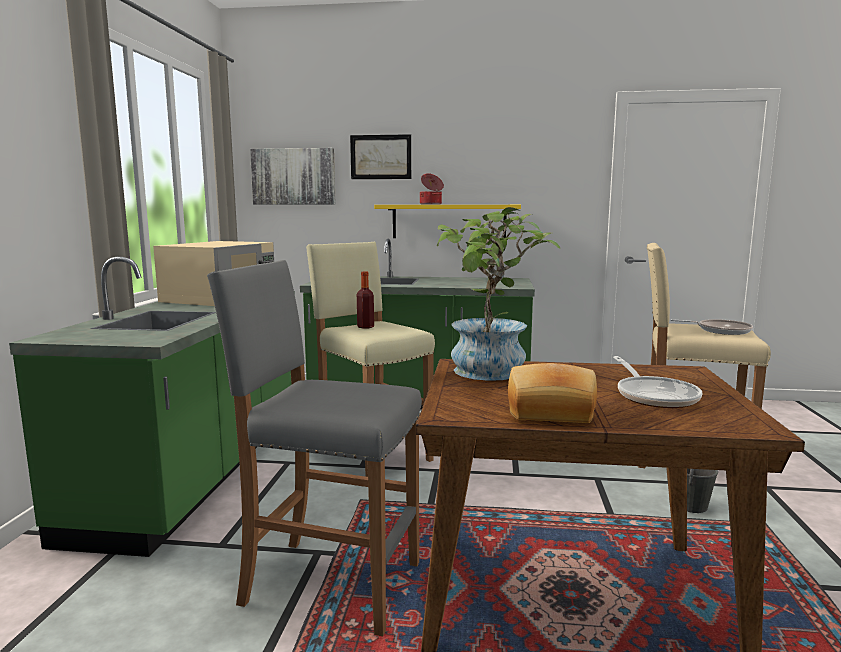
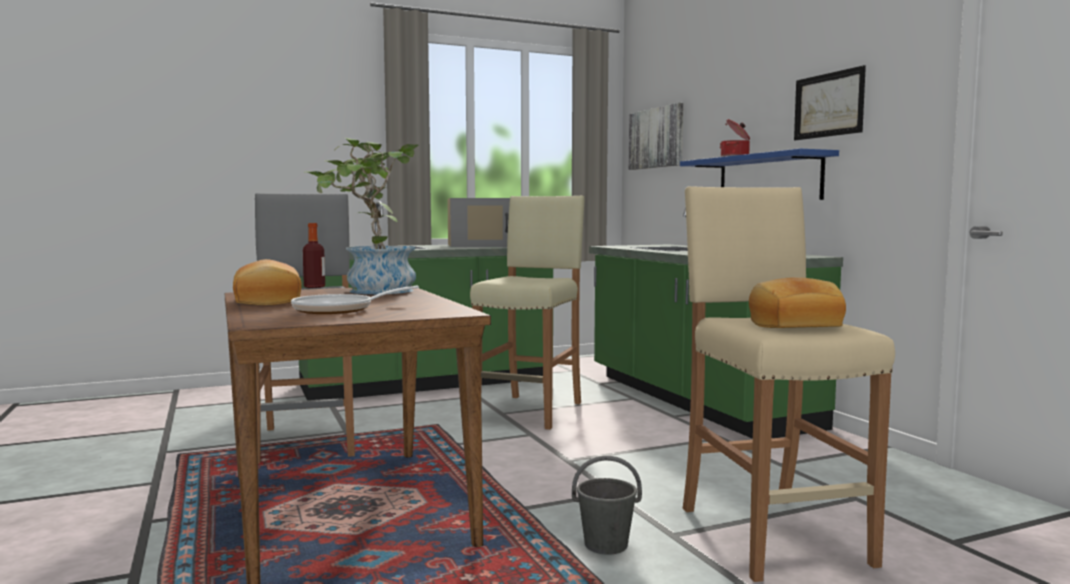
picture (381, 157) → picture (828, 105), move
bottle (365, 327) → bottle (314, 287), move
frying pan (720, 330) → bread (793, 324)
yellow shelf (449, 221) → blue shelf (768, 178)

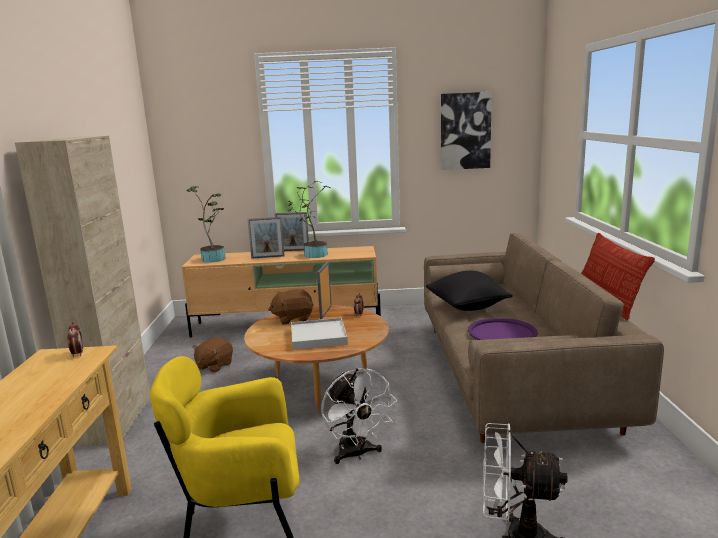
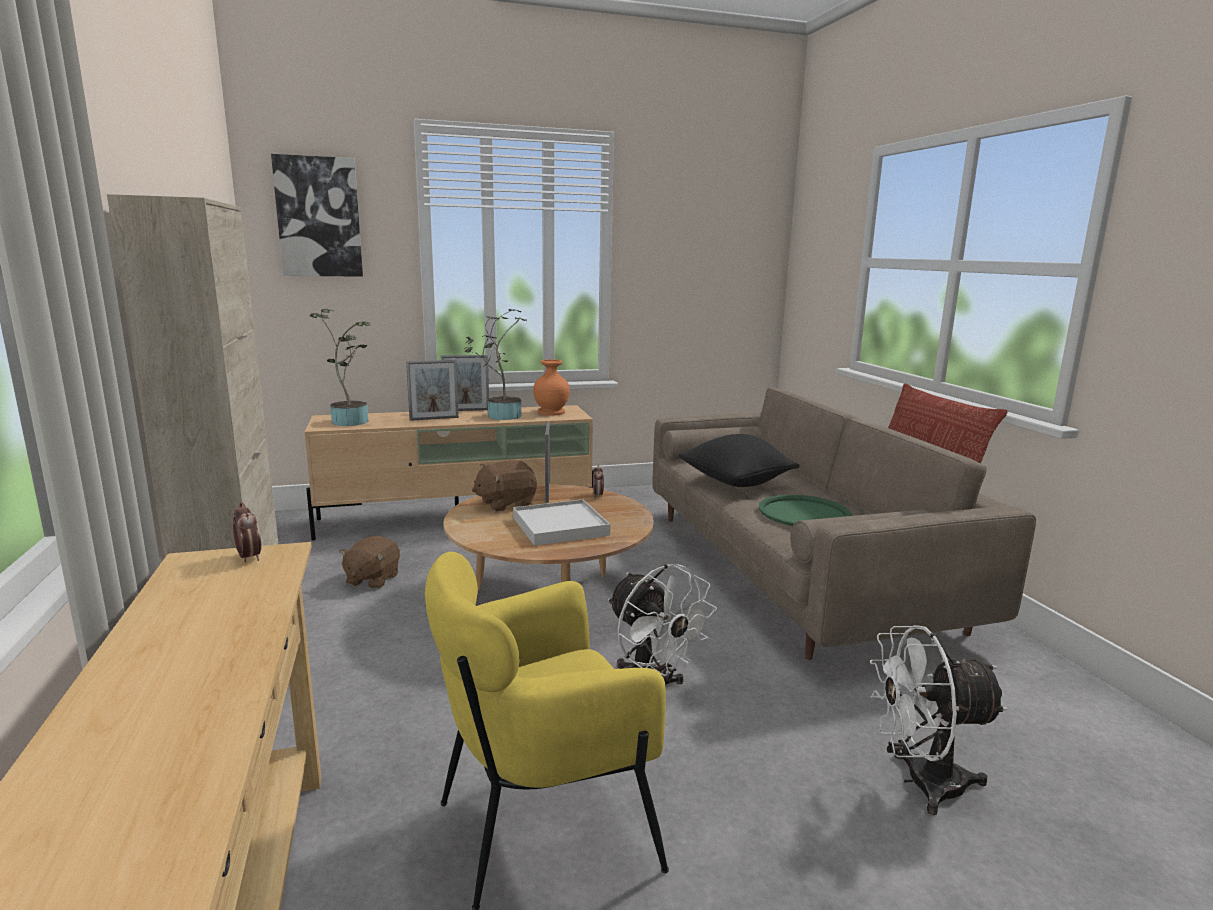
- → orange vase (551, 412)
picture (465, 131) → picture (319, 217), move
purple tray (502, 333) → green tray (803, 513)

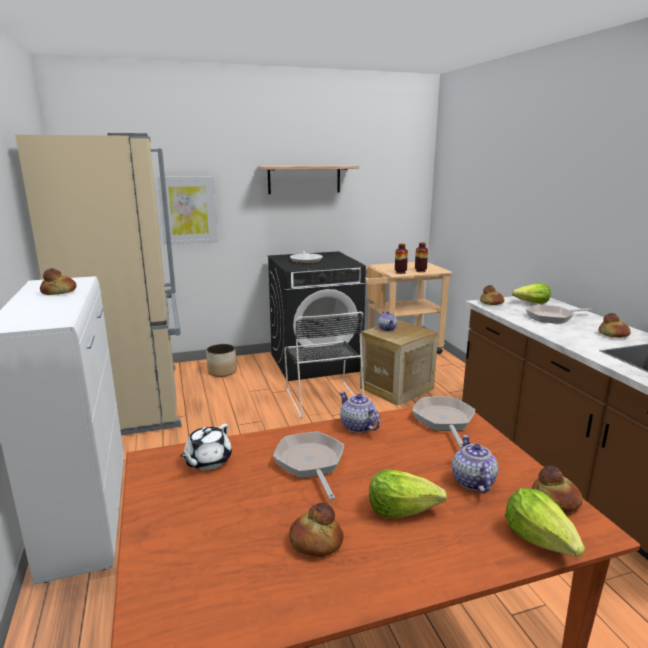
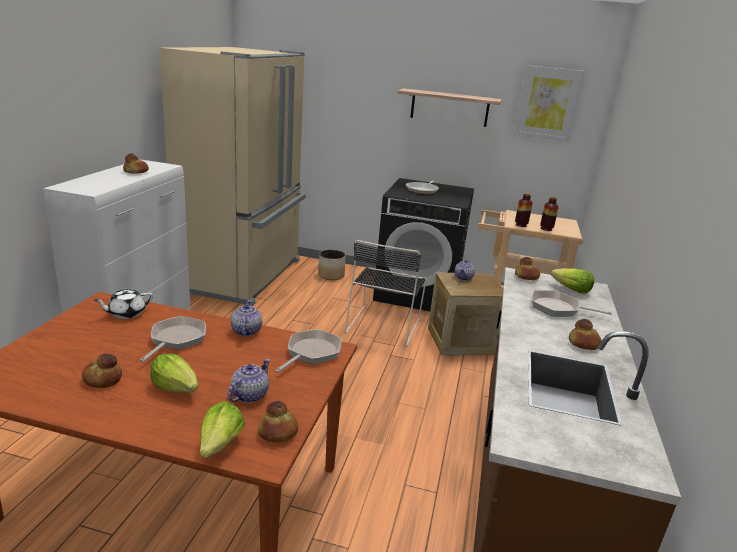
picture (188, 210) → picture (547, 103), move

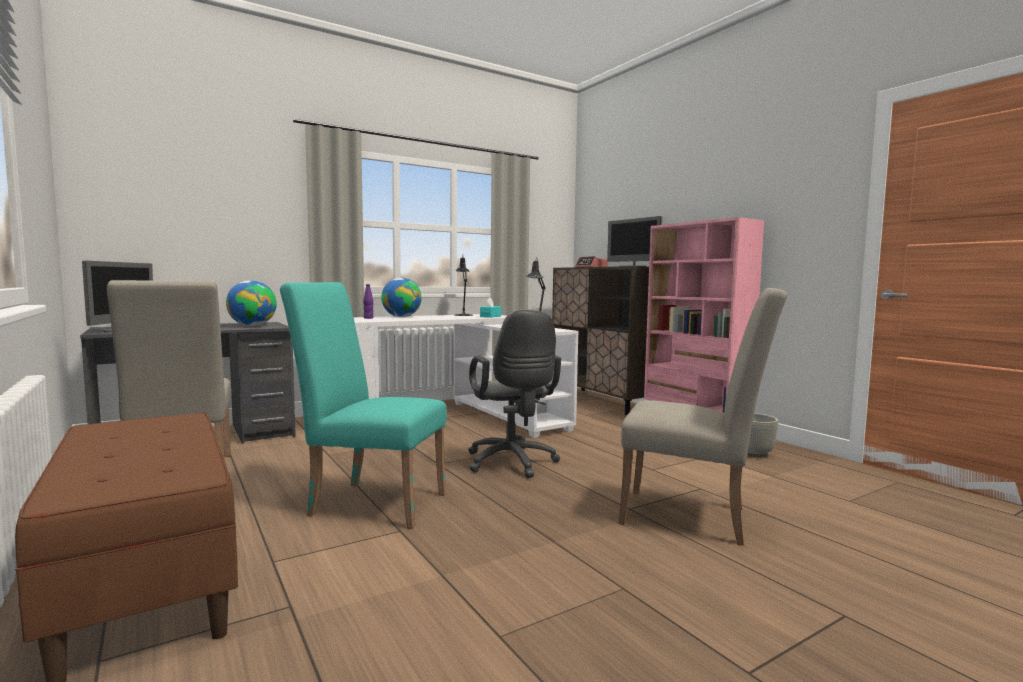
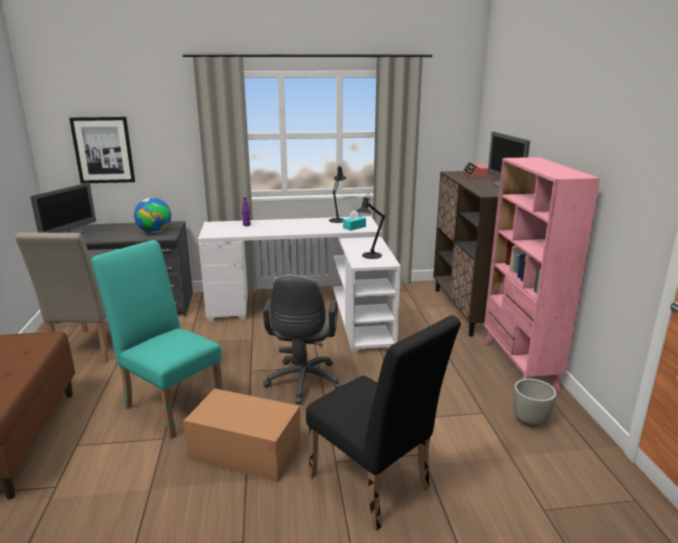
globe (401, 317) → -
- → picture (103, 150)
- → cardboard box (245, 451)
beige chair (695, 518) → black chair (374, 487)

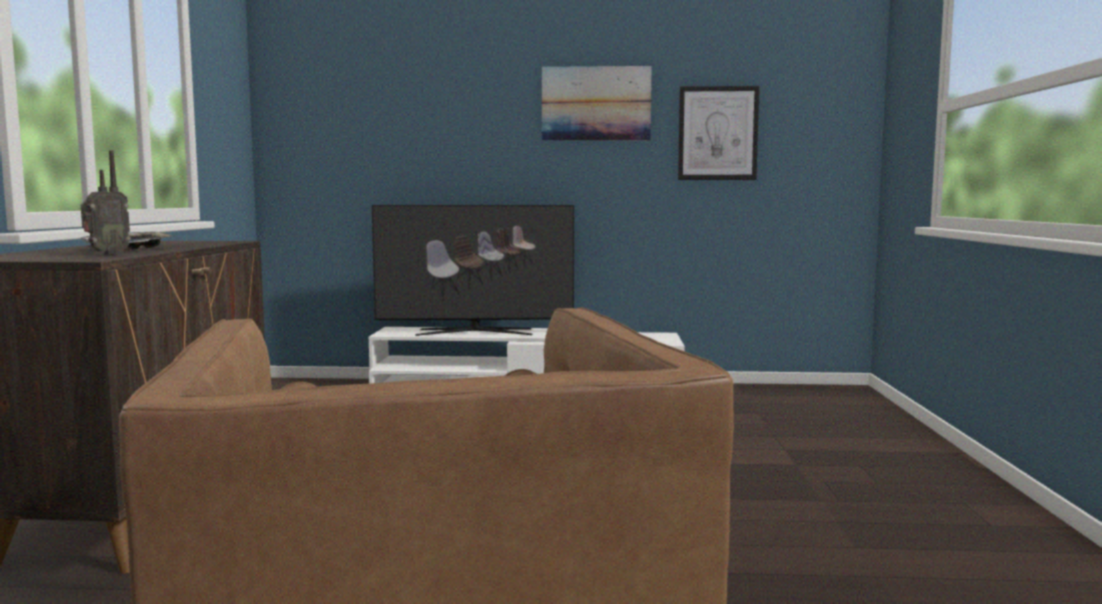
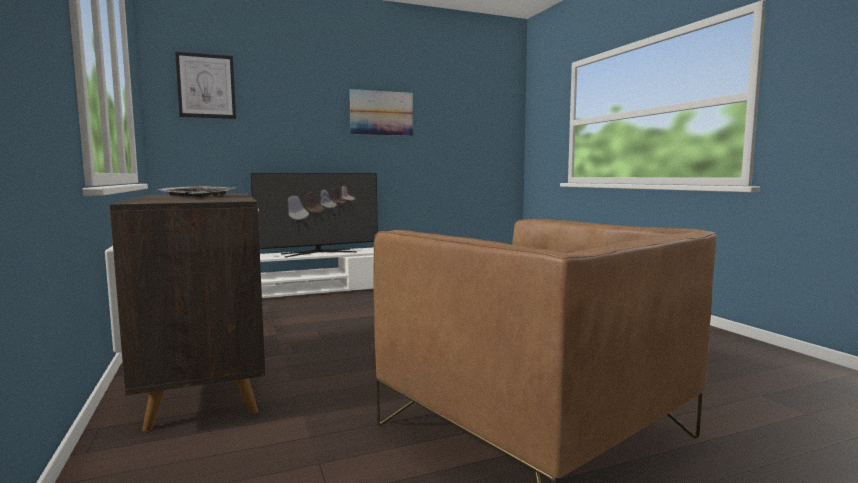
radio (106, 254) → -
picture (717, 133) → picture (206, 86), move

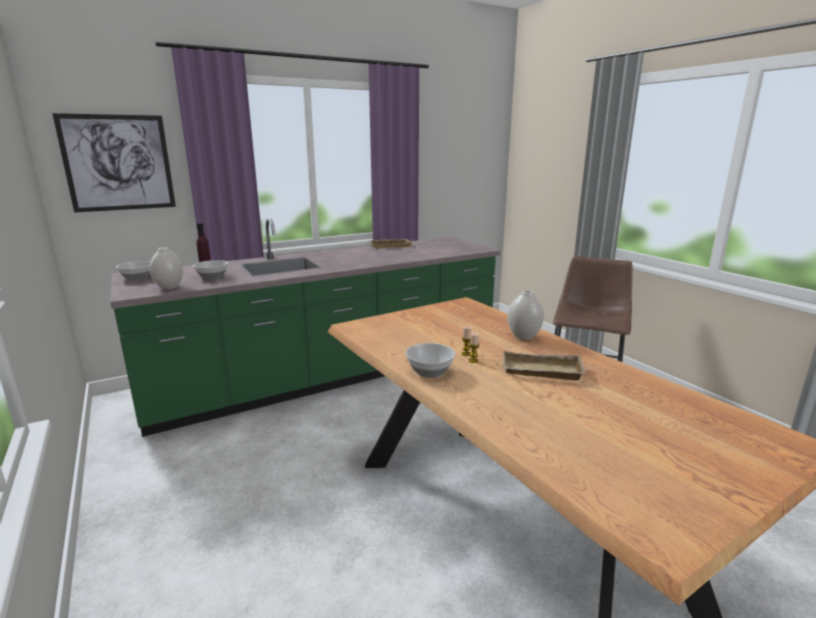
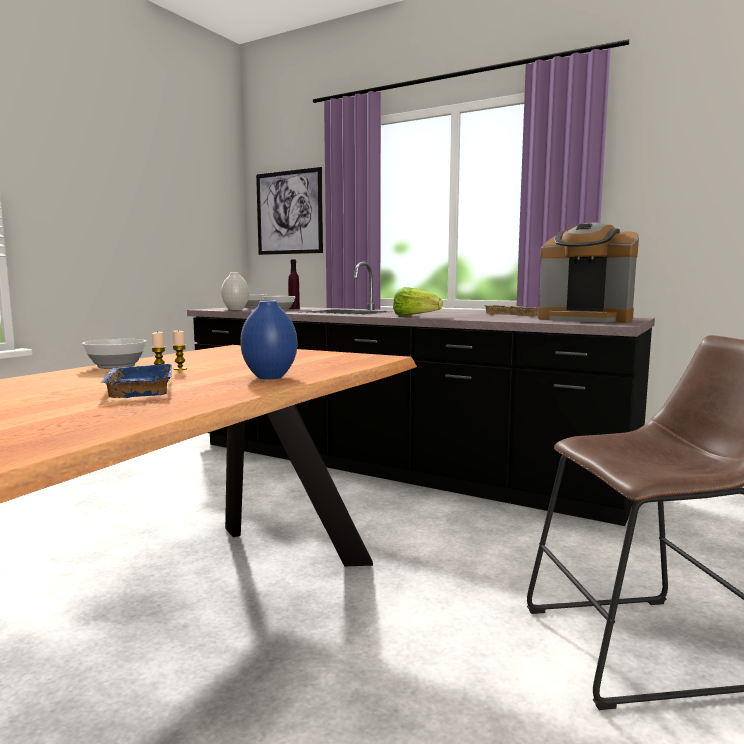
- → lettuce (415, 316)
- → coffee machine (585, 319)
green counter (331, 376) → black counter (393, 467)
beige tray (540, 372) → blue tray (136, 387)
white vase (523, 337) → blue vase (269, 377)

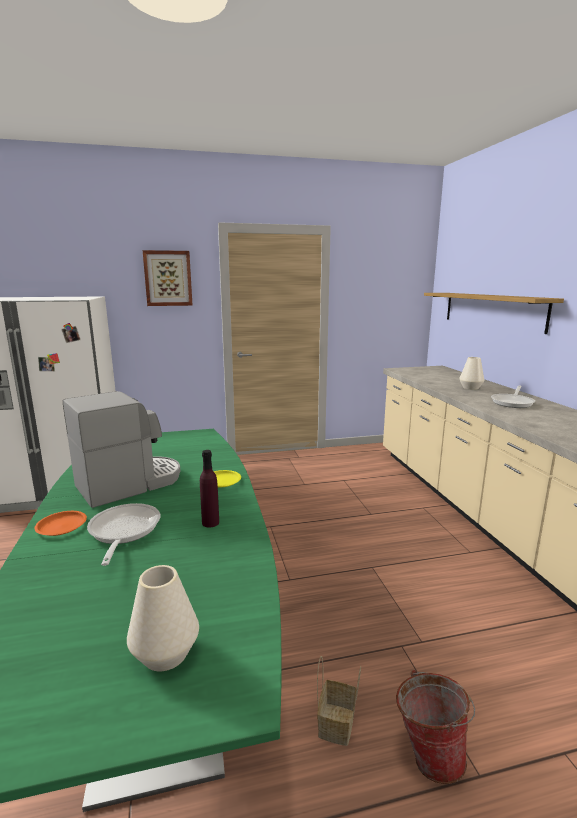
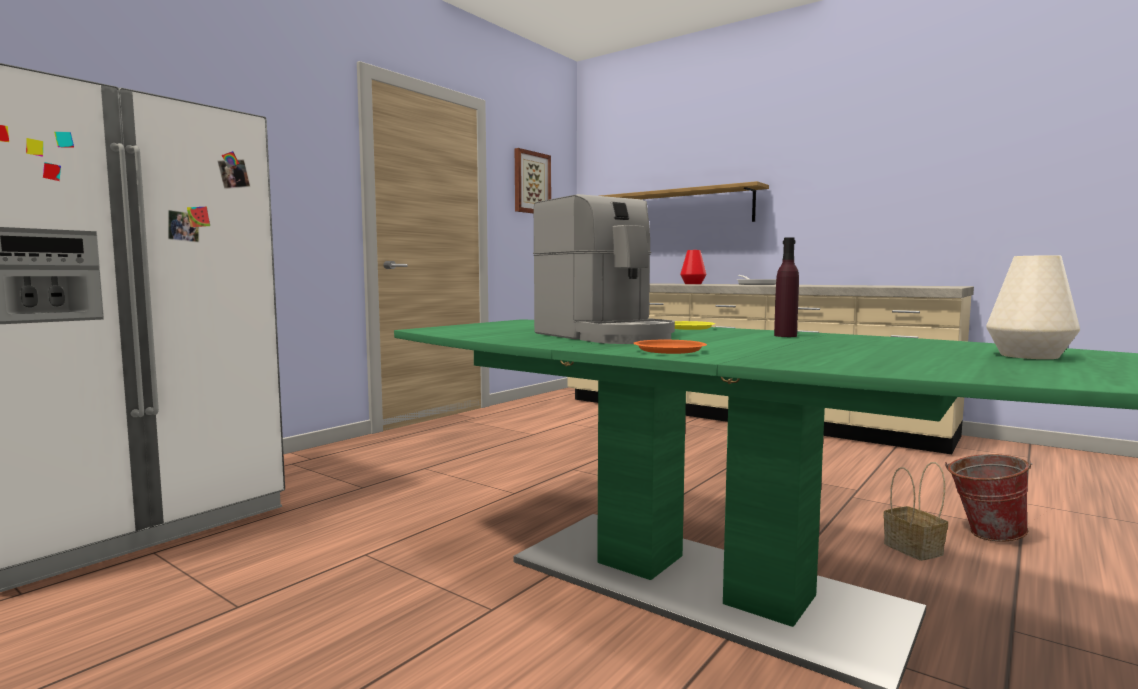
frying pan (123, 532) → -
picture (168, 278) → picture (531, 183), move
white vase (470, 388) → red vase (693, 284)
coffee machine (130, 483) → coffee machine (606, 336), 135 degrees clockwise

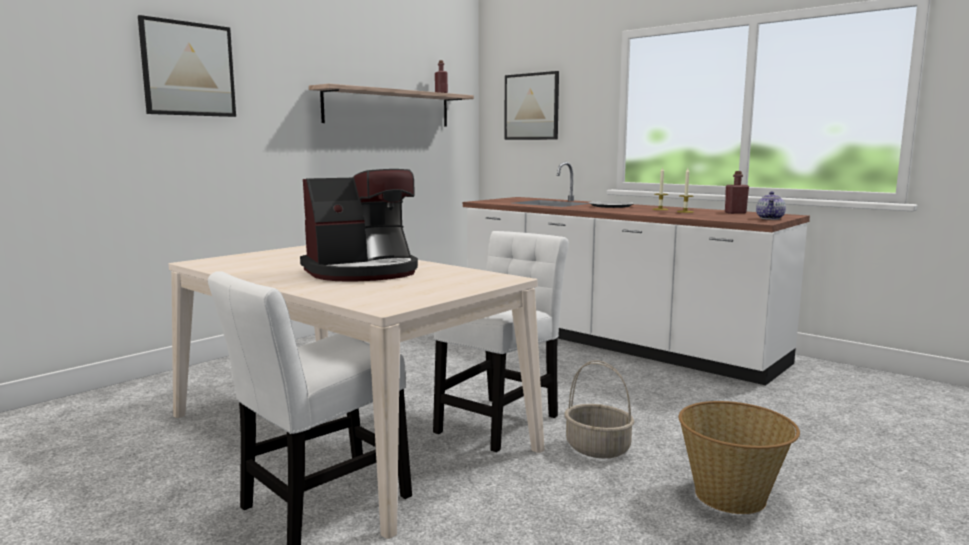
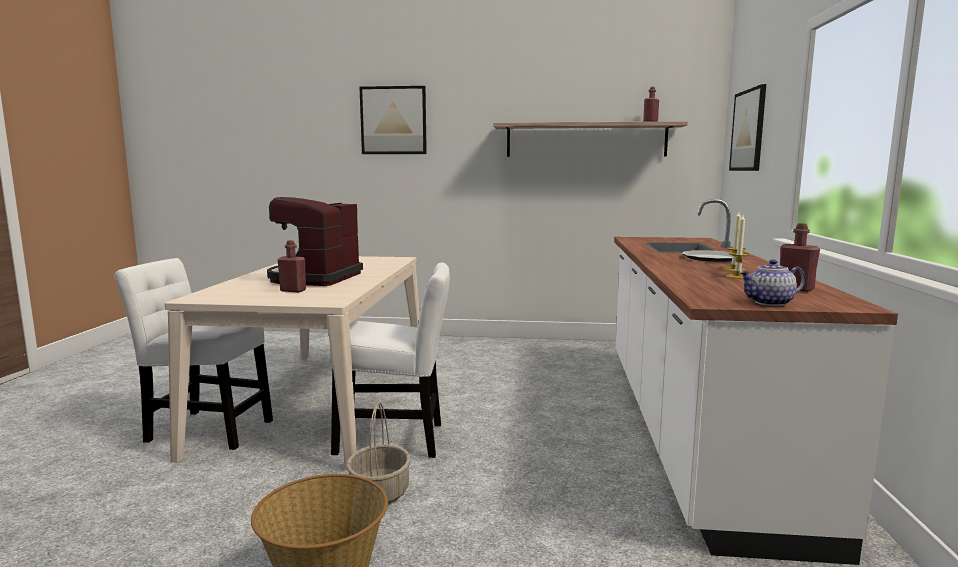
- → red bottle (293, 290)
coffee machine (362, 272) → coffee machine (314, 278), 75 degrees clockwise

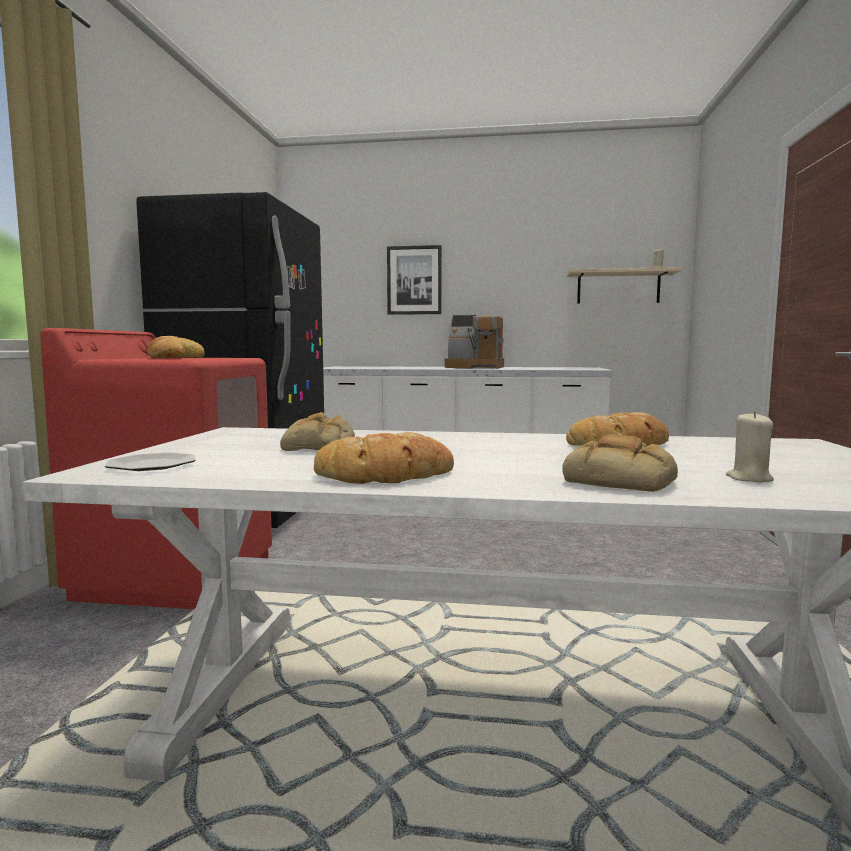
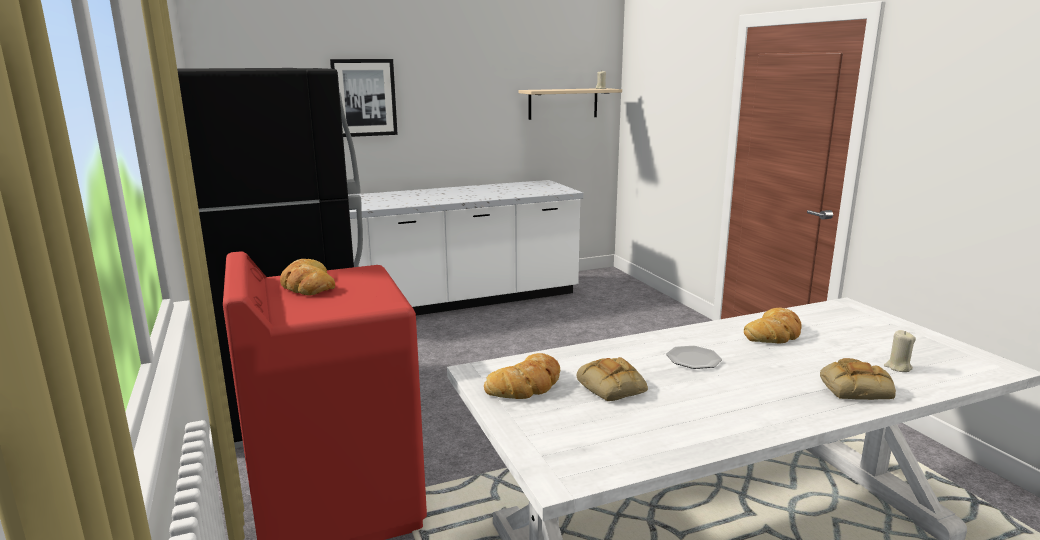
coffee machine (475, 367) → -
plate (151, 465) → plate (693, 359), move
bread (386, 475) → bread (527, 384), move

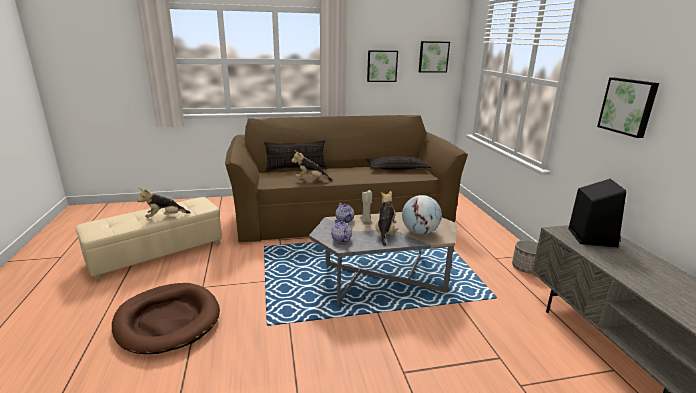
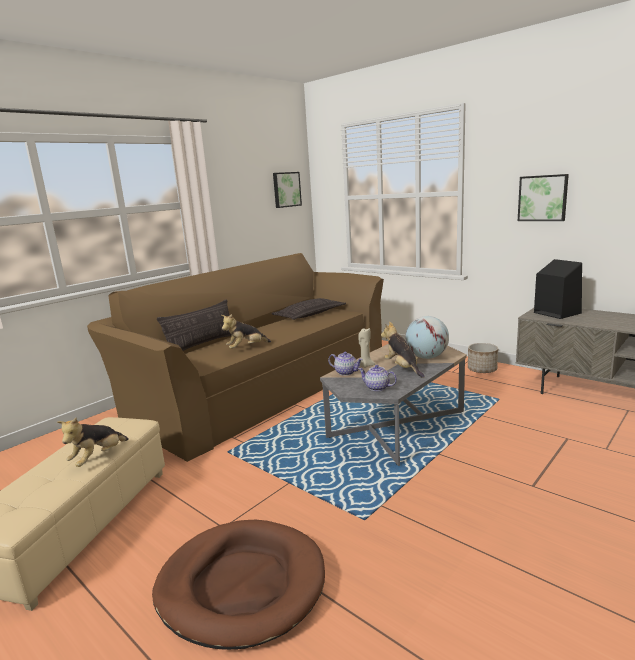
picture (382, 66) → -

